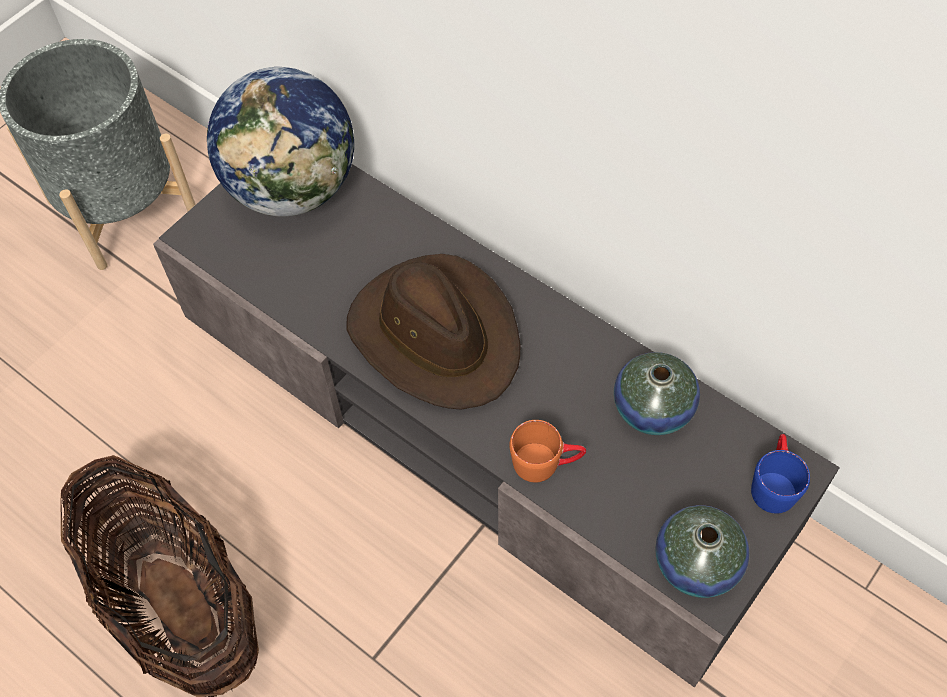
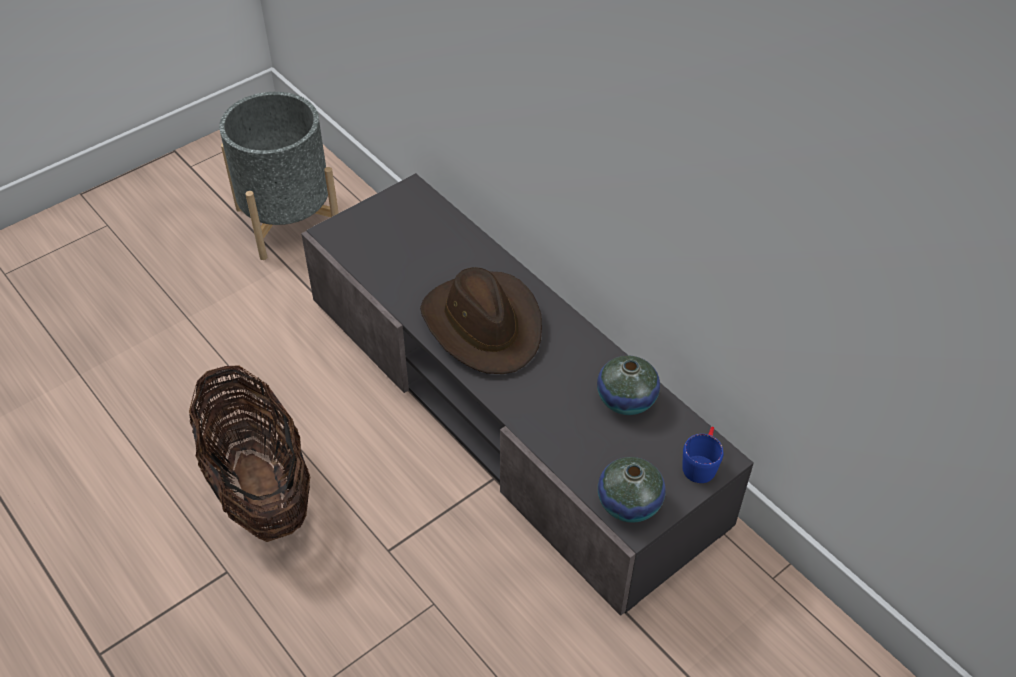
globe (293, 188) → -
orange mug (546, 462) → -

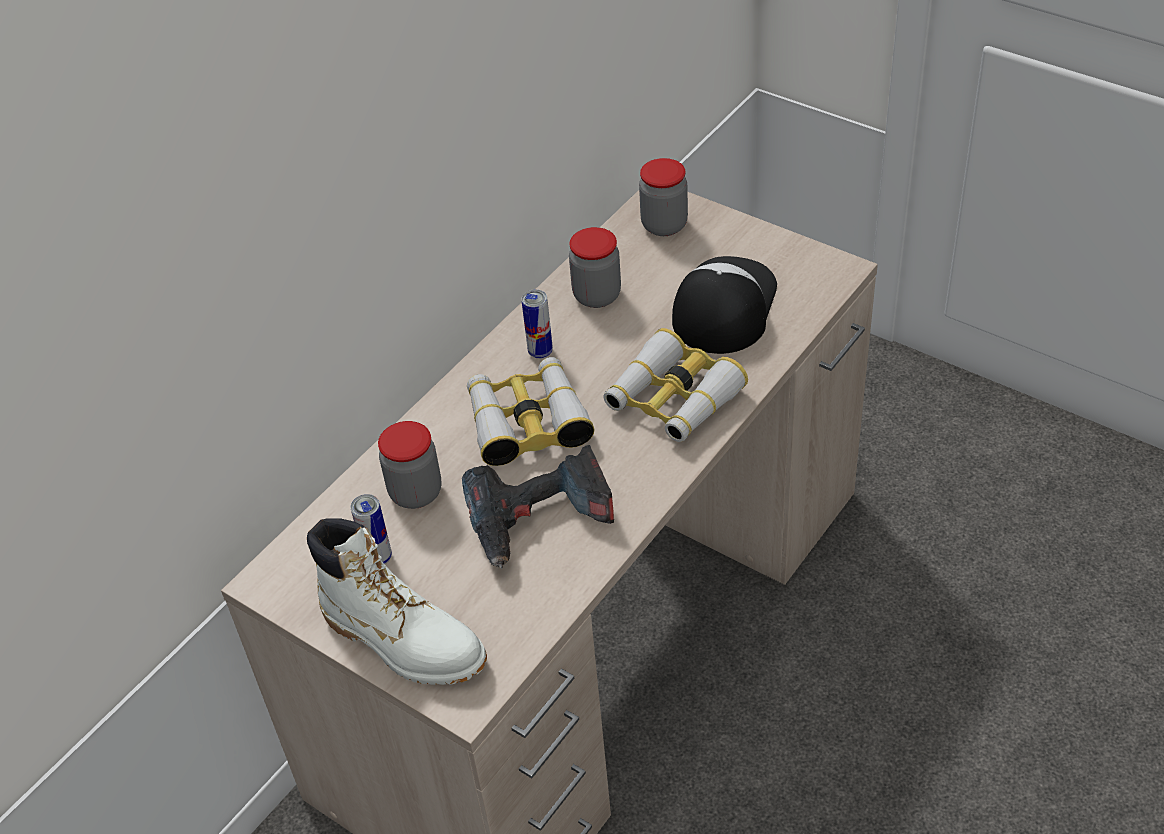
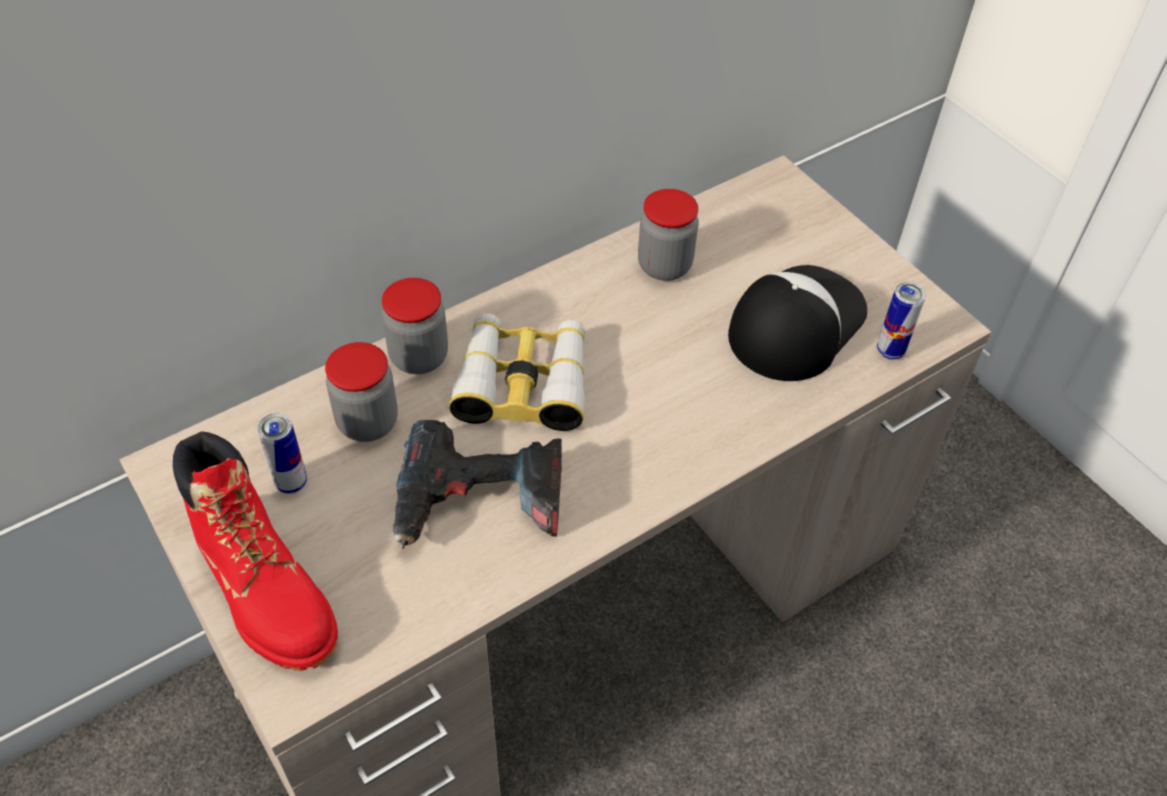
binoculars (673, 399) → -
can (540, 352) → can (890, 351), move
jar (664, 225) → jar (419, 357), move
white boot (403, 640) → red boot (266, 590)

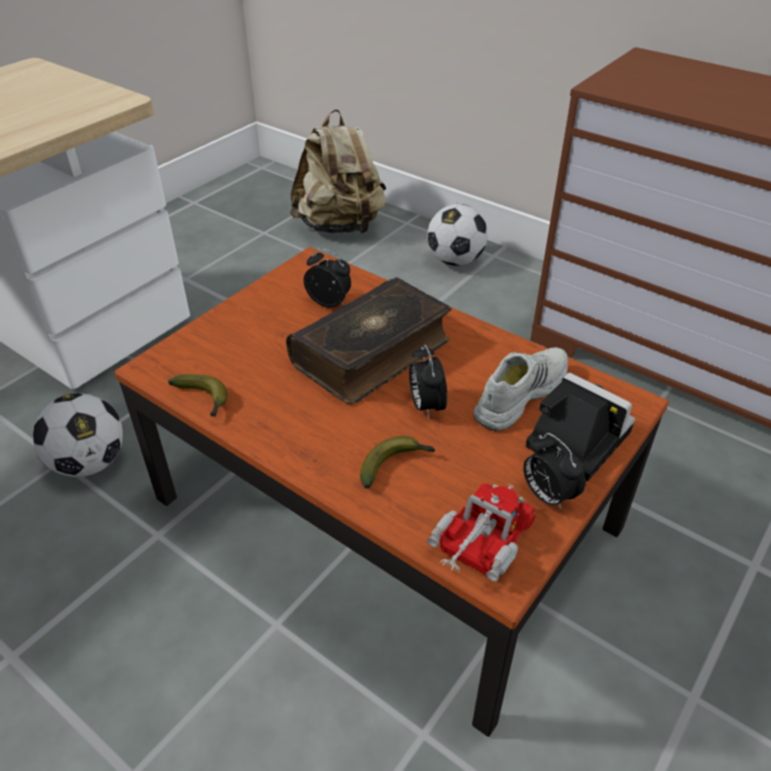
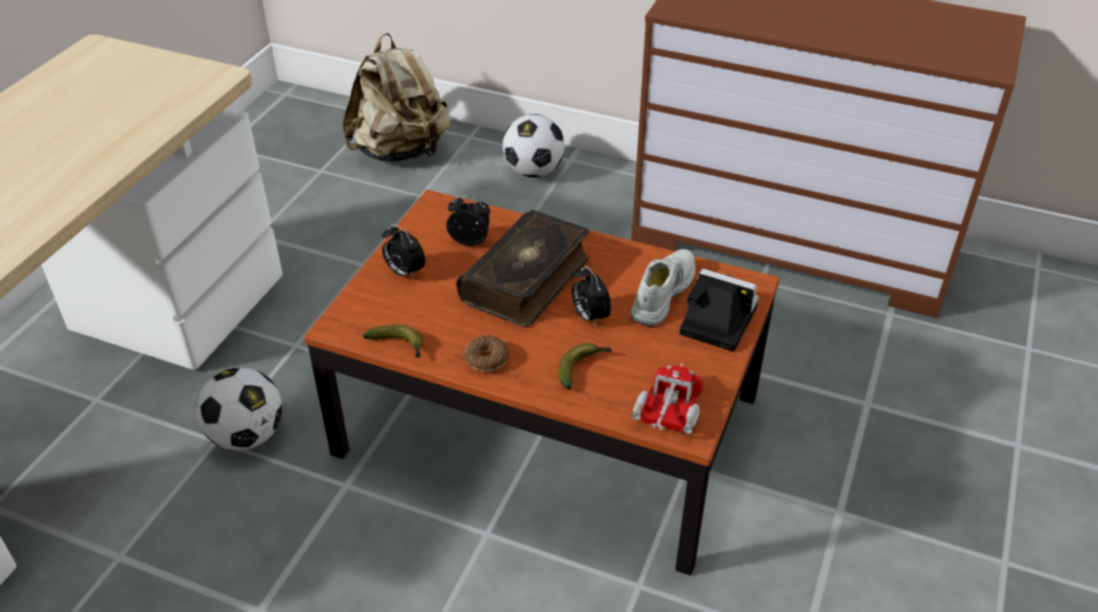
- → donut (487, 359)
alarm clock (547, 495) → alarm clock (404, 272), move

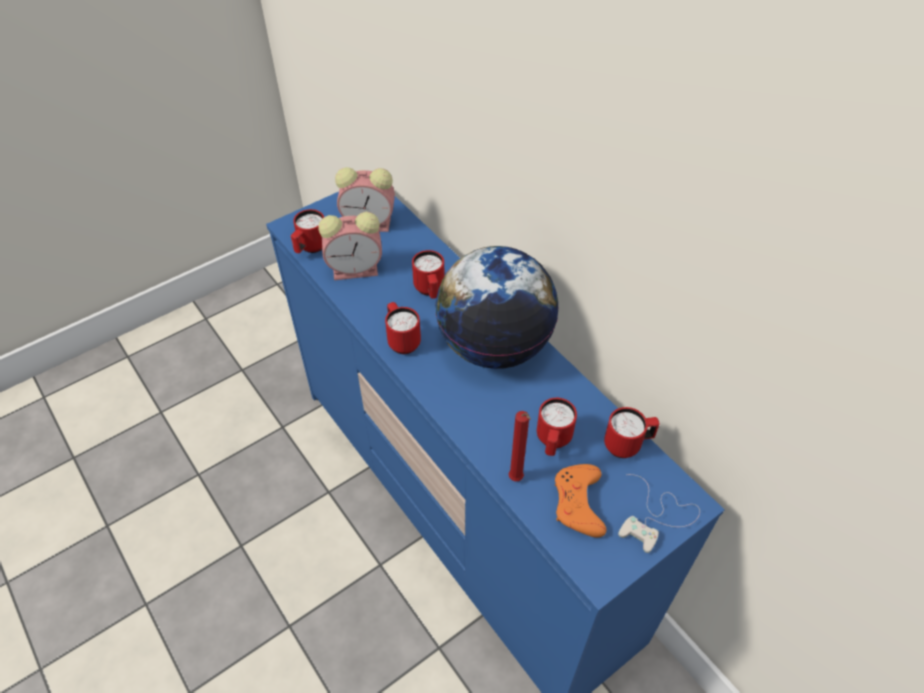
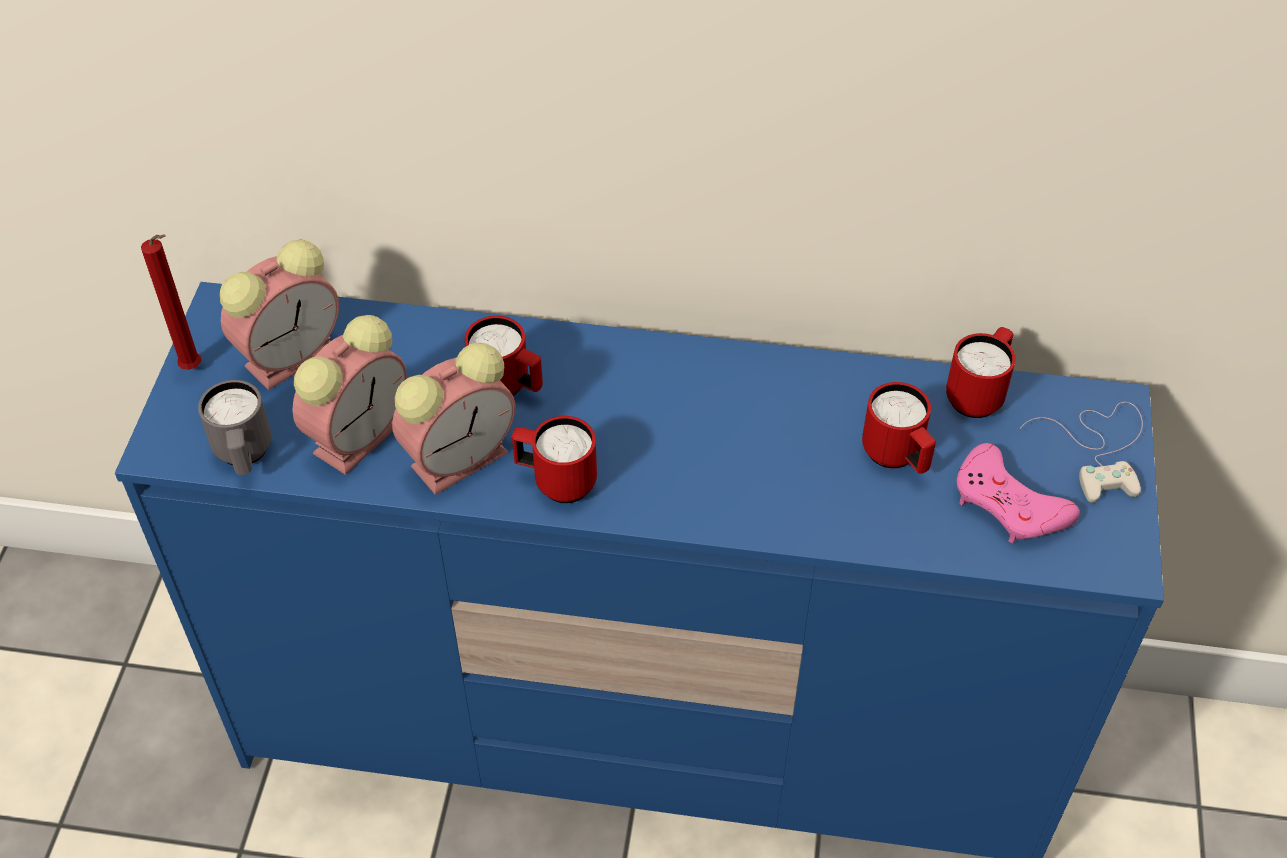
globe (494, 345) → -
- → alarm clock (462, 456)
red candle (516, 480) → red candle (195, 369), move
red mug (310, 248) → grey mug (244, 456)
orange game controller (578, 503) → pink game controller (1009, 504)

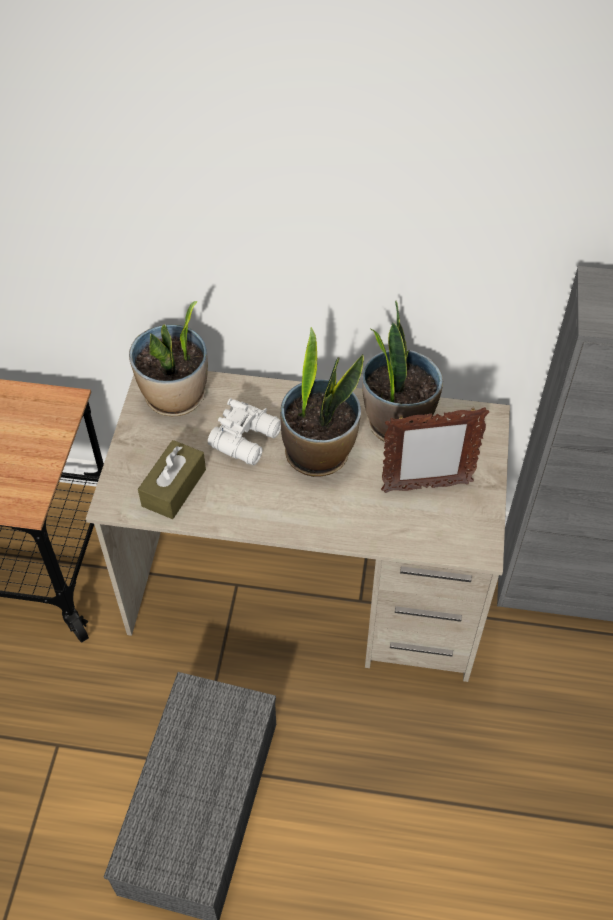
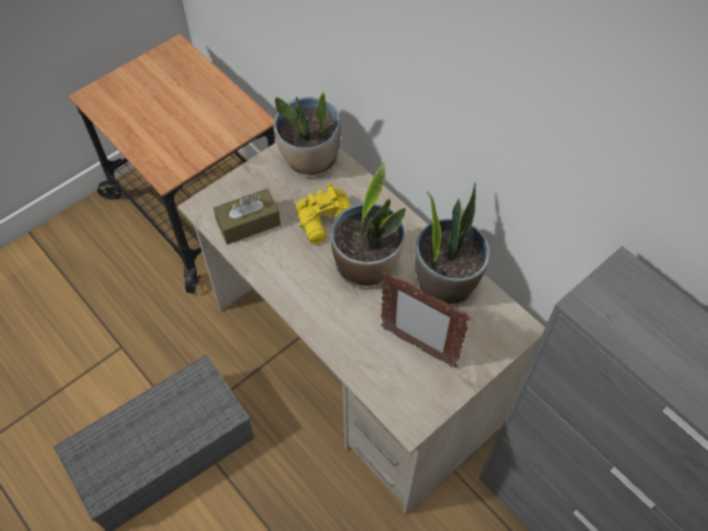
white binoculars (248, 439) → yellow binoculars (328, 222)

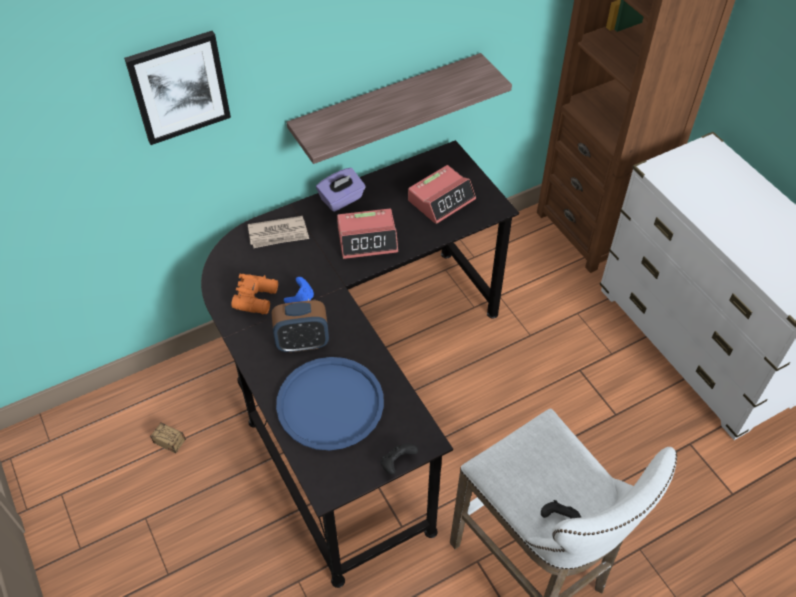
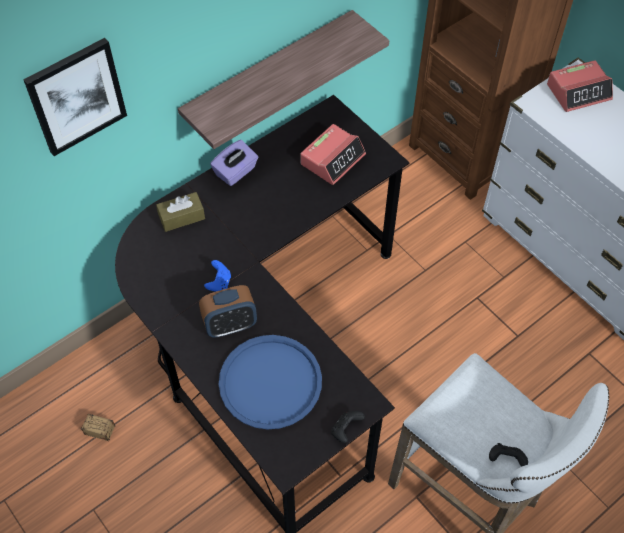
orange binoculars (257, 298) → -
alarm clock (368, 239) → alarm clock (579, 92), move
newspaper (278, 234) → brown tissue box (181, 217)

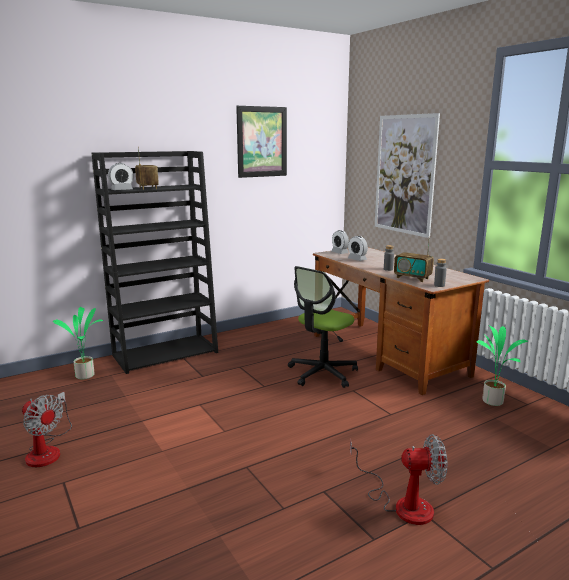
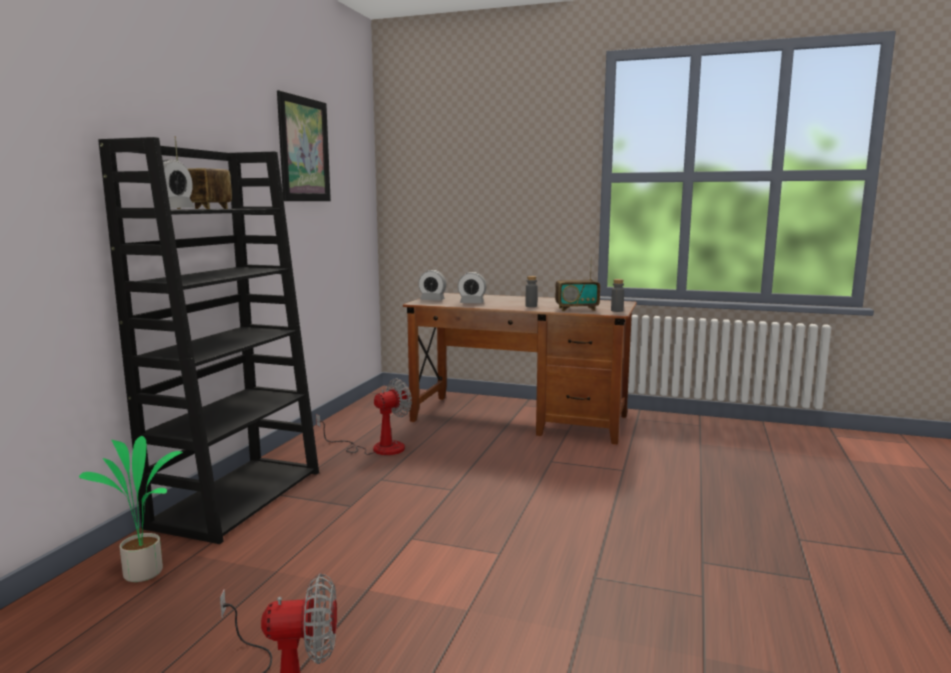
office chair (322, 373) → -
picture (404, 175) → -
potted plant (493, 401) → -
fan (402, 503) → fan (377, 448), move

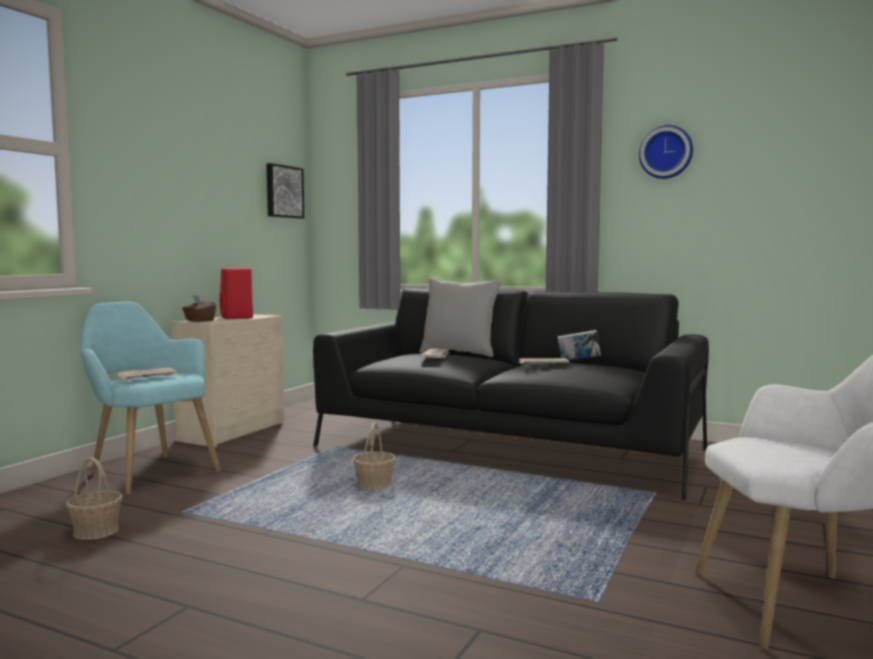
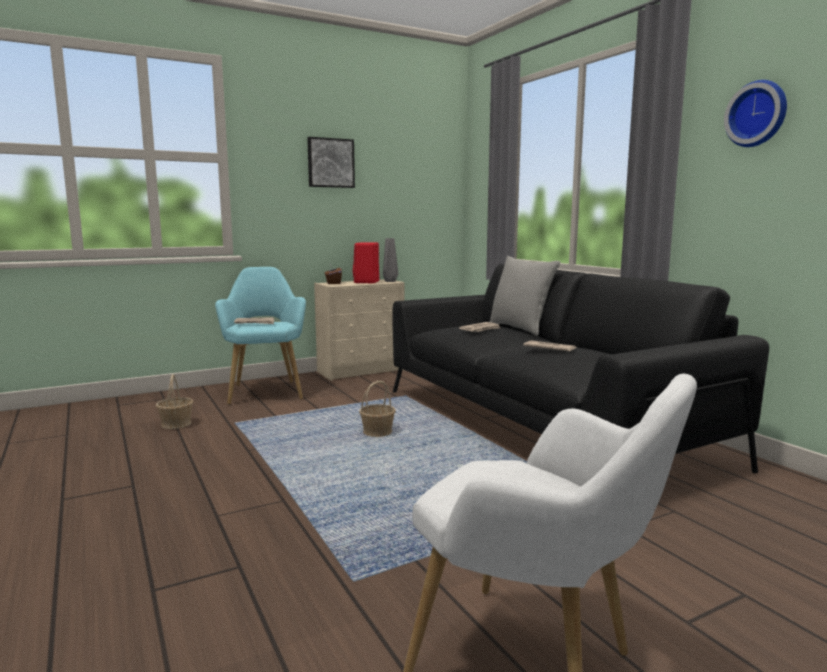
book (578, 361) → -
- → grey vase (389, 281)
picture (283, 191) → picture (330, 163), move

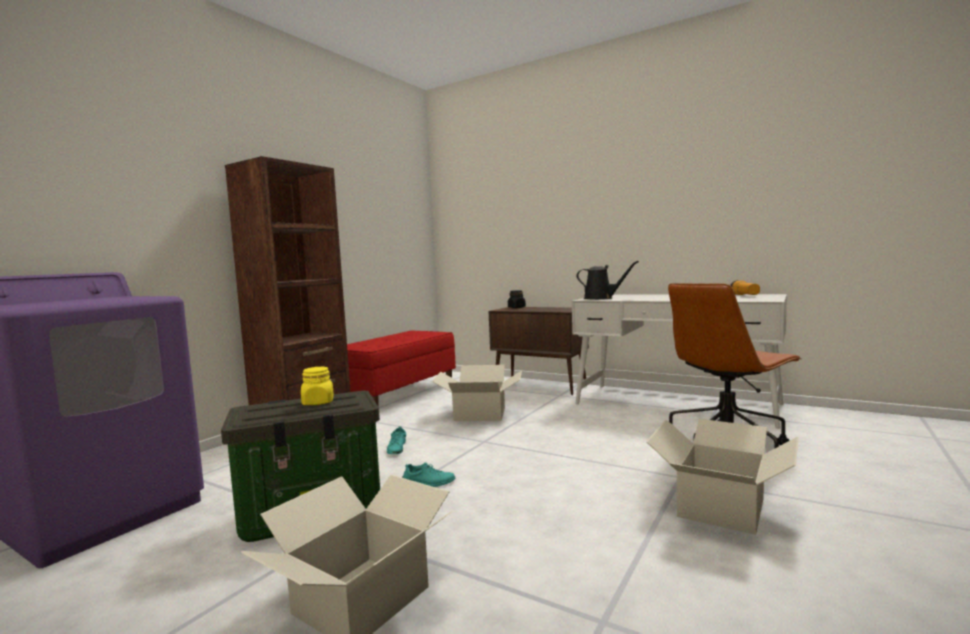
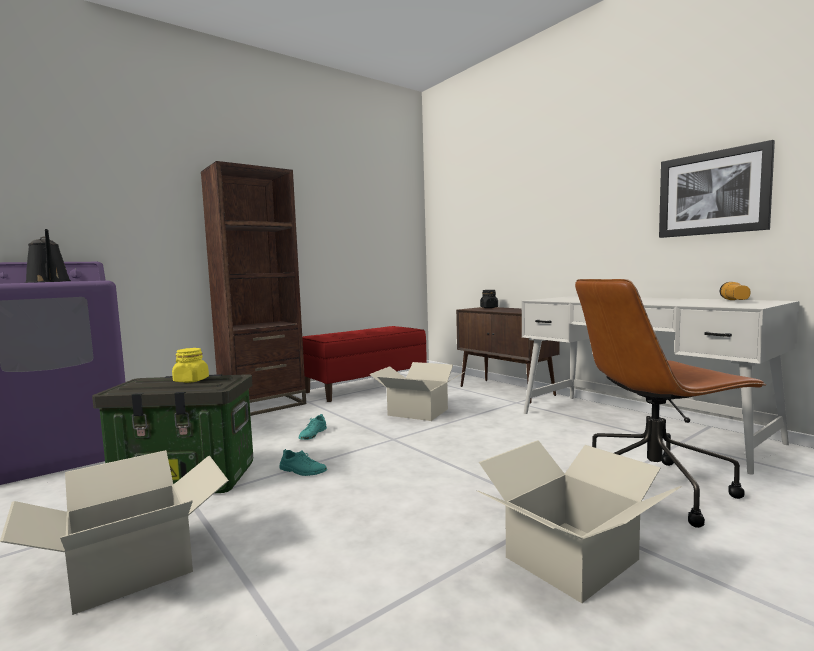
- → picture (712, 193)
black watering can (601, 298) → black watering can (49, 282), move

